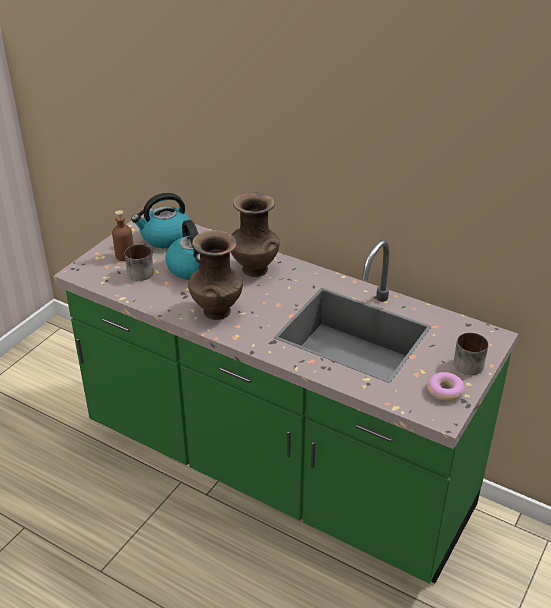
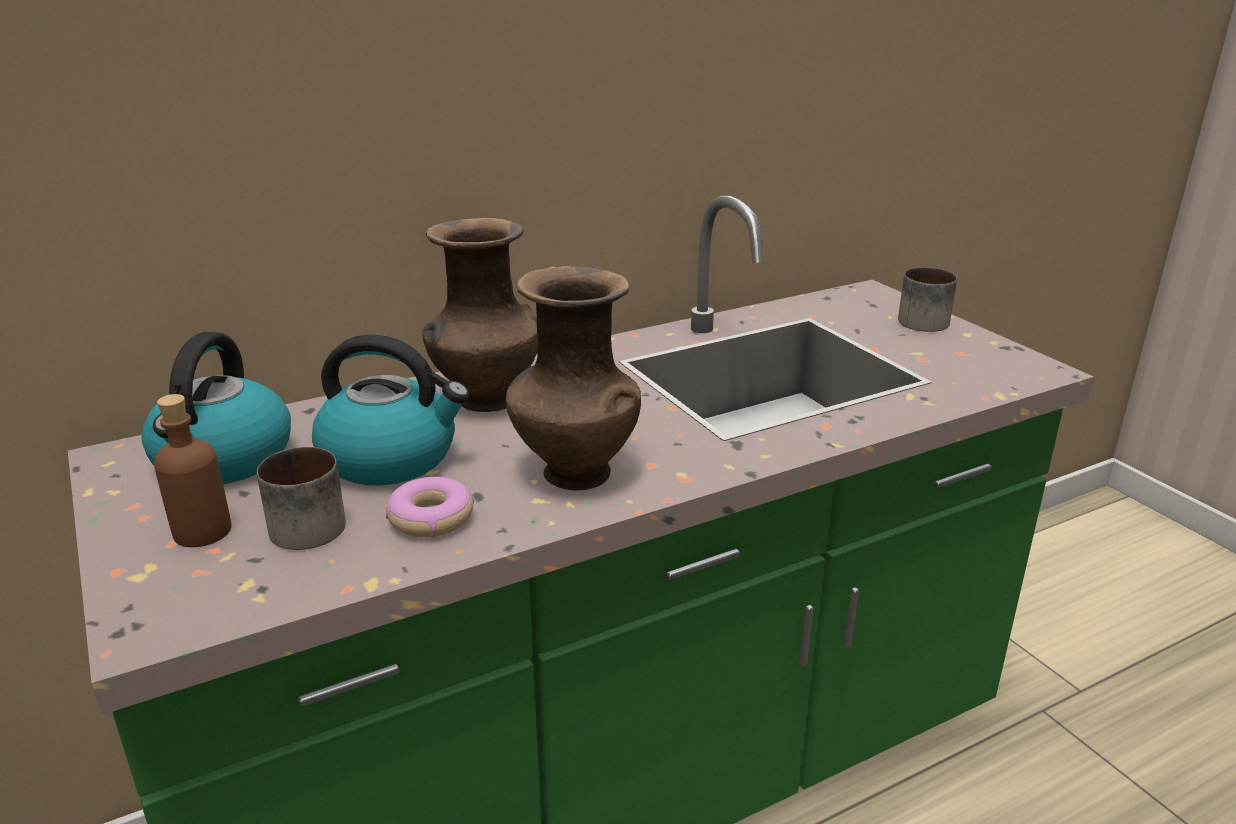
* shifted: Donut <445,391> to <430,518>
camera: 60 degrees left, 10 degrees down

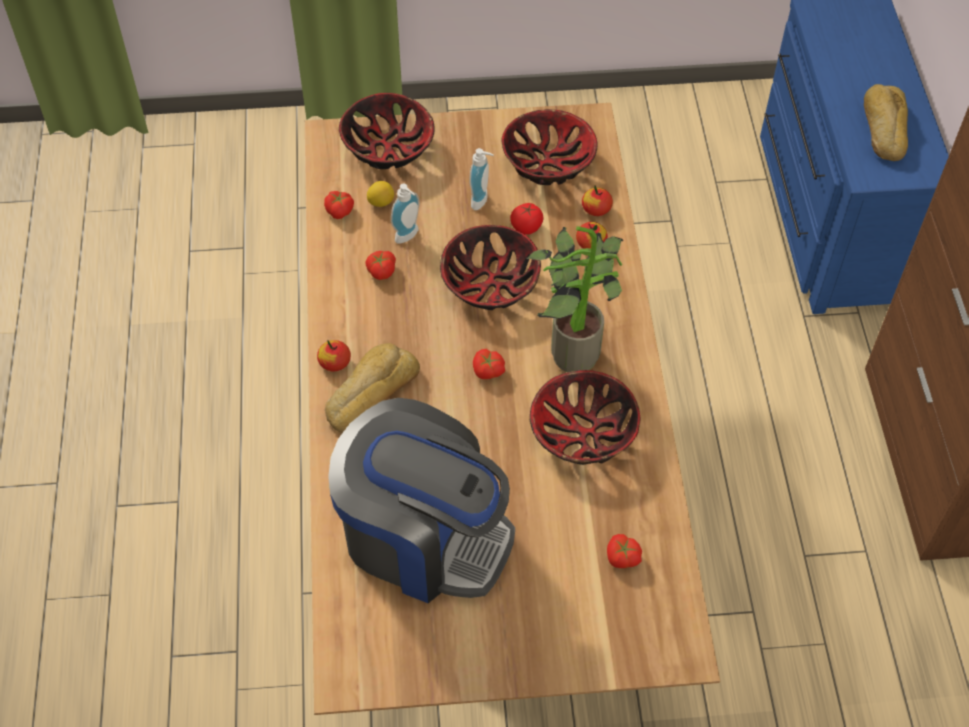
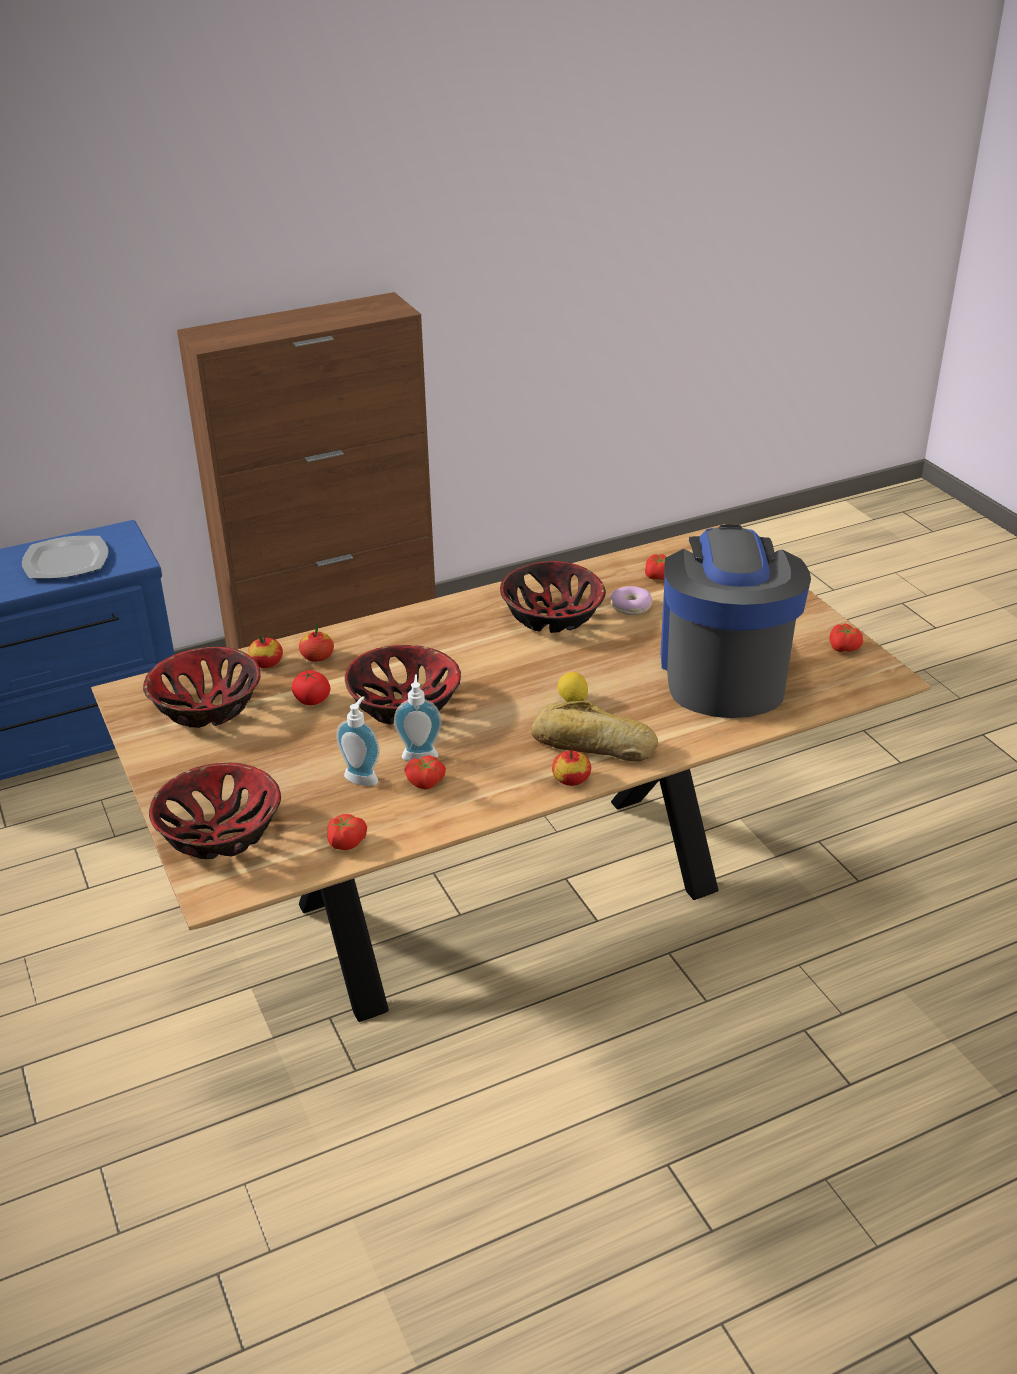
* swapped: Brot <883,128> to Teller <65,561>
* shifted: Seifenspender <482,200> to <420,754>
* shifted: Zitrone <381,202> to <572,700>
* new: Donut <631,607>
* shifted: Tomate <487,371> to <844,648>
* gone: Topfpflanze <573,349>
camera: 110 degrees left, 20 degrees down

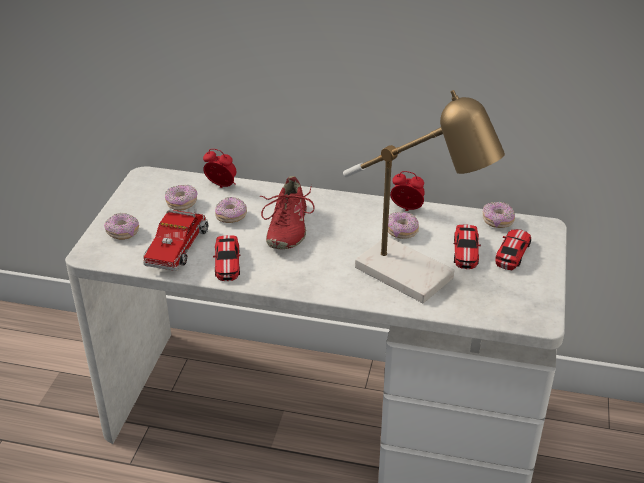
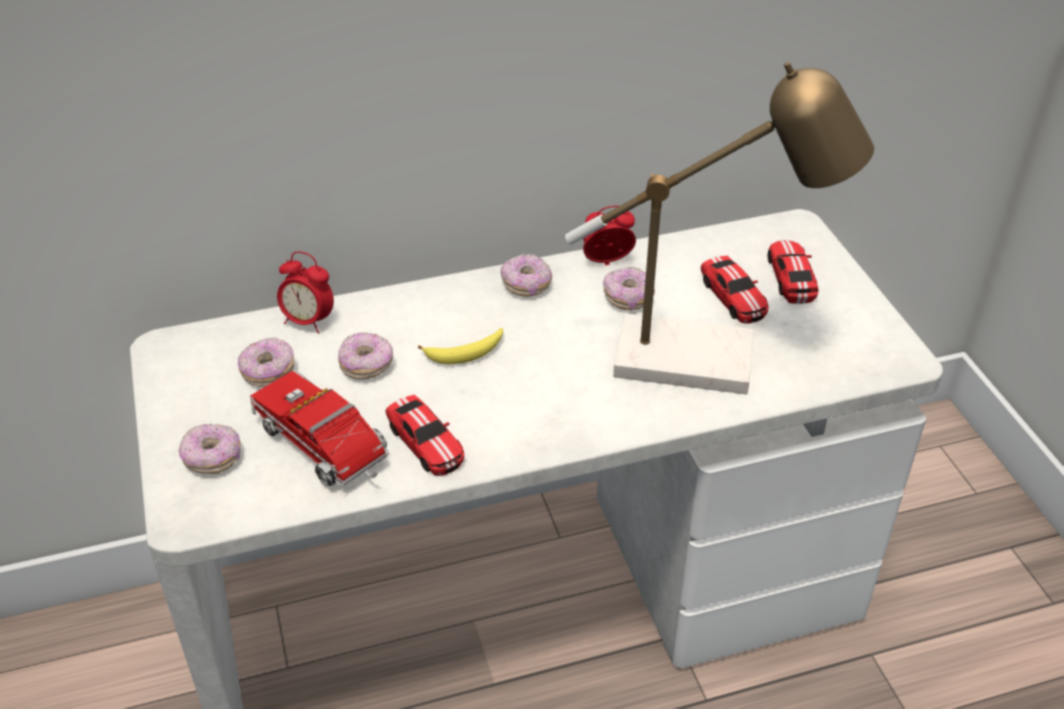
* rotated: Spielzeuglaster <178,247> = <326,447> 150 degrees clockwise
* rotated: Wecker <221,186> = <308,321> 150 degrees counterclockwise
* swapped: Schuh (rot) <286,228> to Banane <465,353>
* shifted: Donut <497,221> to <526,285>
camera: 30 degrees left, 5 degrees up

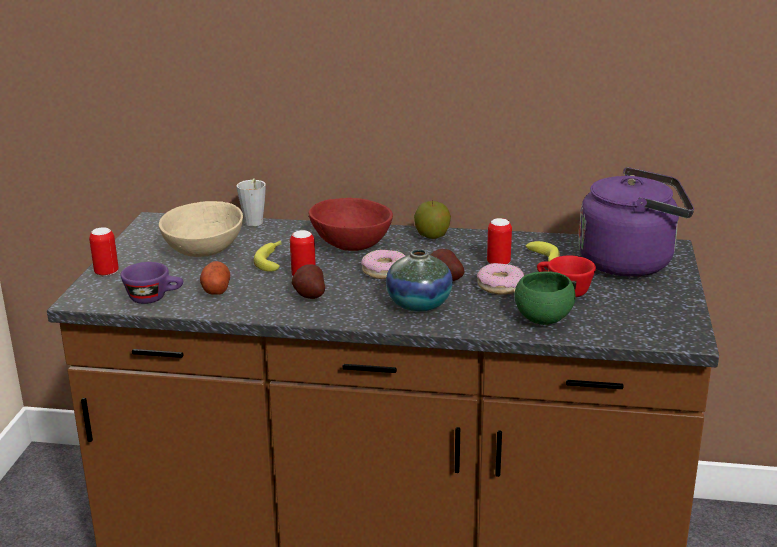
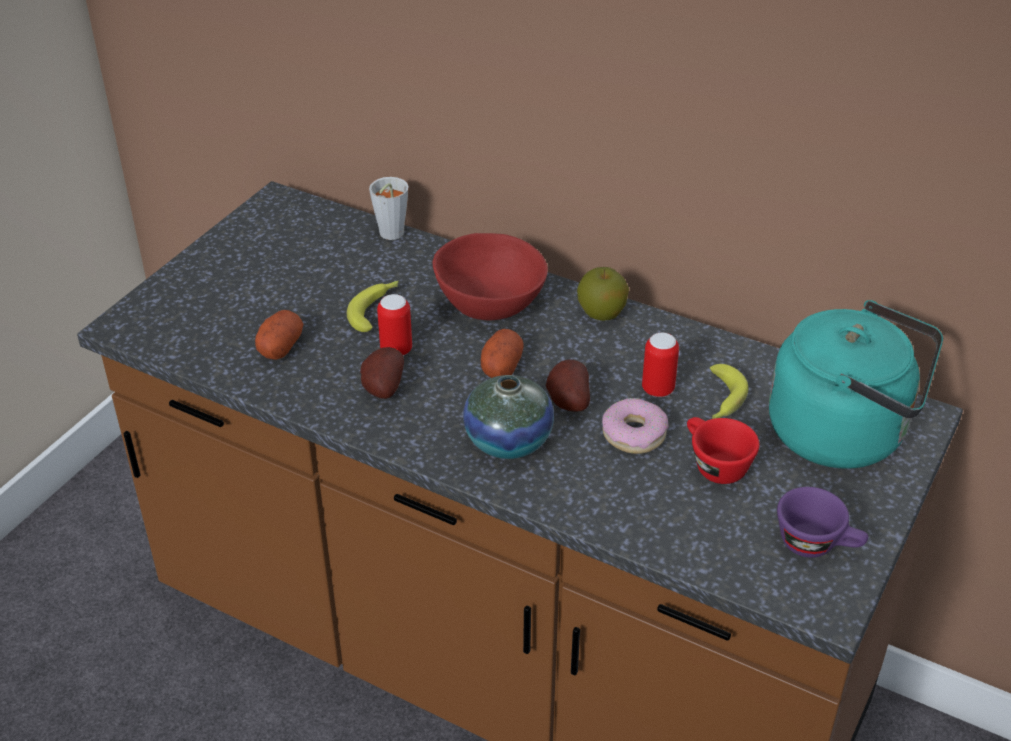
* swapped: Donut <384,271> to Kartoffel <501,366>
* repainted: Wasserkessel (lila) <631,262> to Wasserkessel (türkis) <845,434>
* shifted: Tasse (lila) <154,298> to <817,544>
* gone: Dose <106,273>
* gone: Schüssel (beige) <203,249>
* gone: Schüssel (grün) <543,319>
camera: 20 degrees right, 15 degrees up

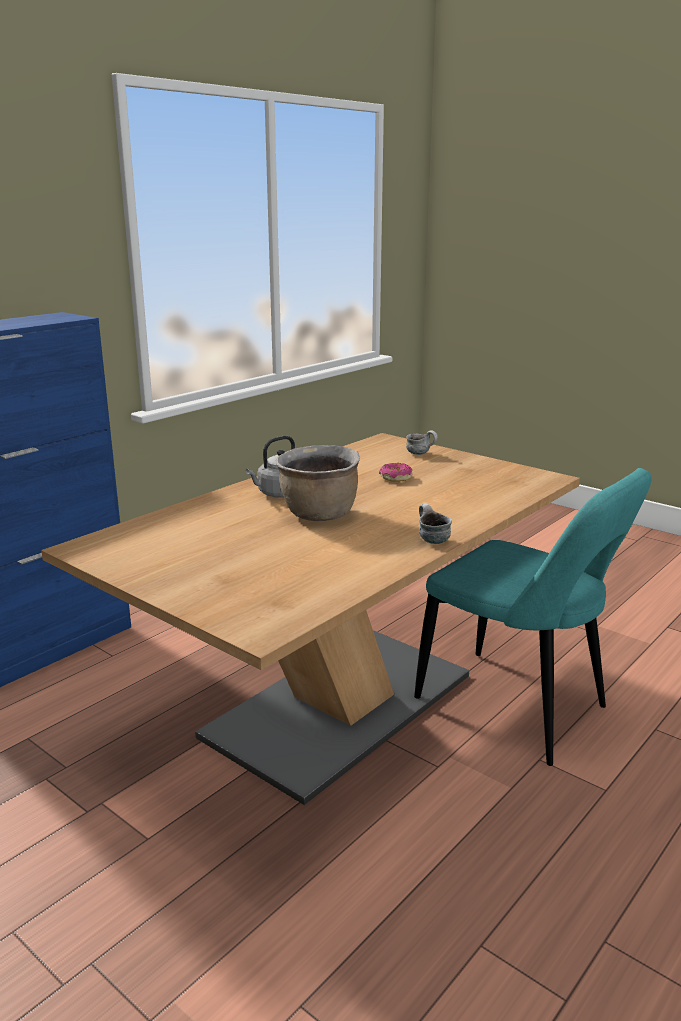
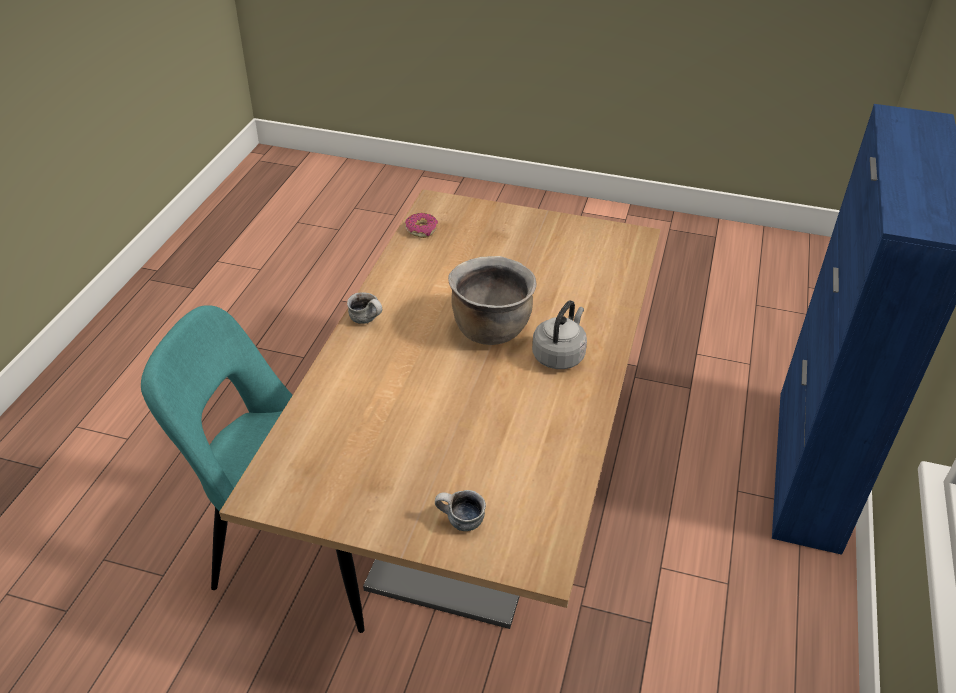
* shifted: Donut <395,478> to <421,230>
camera: 155 degrees right, 20 degrees up

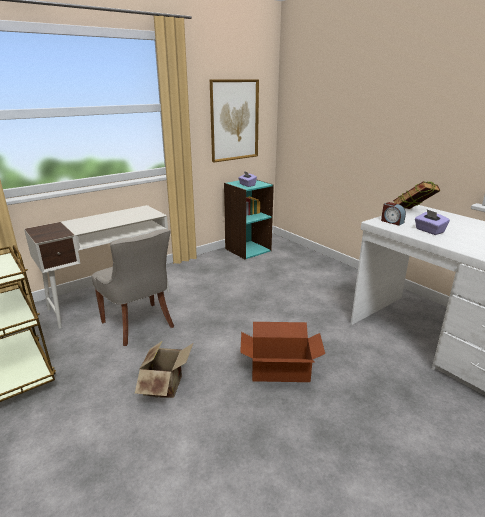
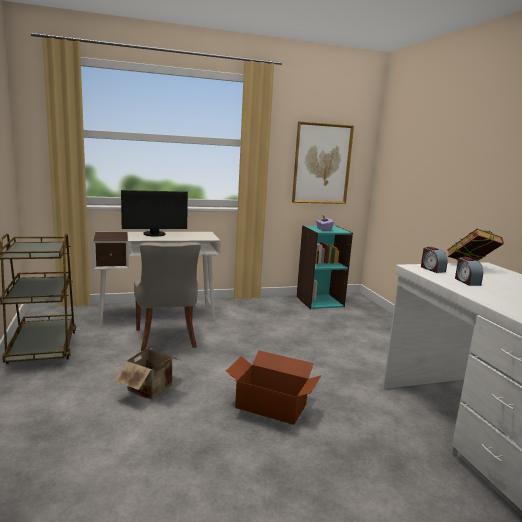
* new: Monitor <154,234>
* swapped: Taschentuchbox (lila) <429,231> to Wecker <466,281>
camera: 20 degrees right, 10 degrees down

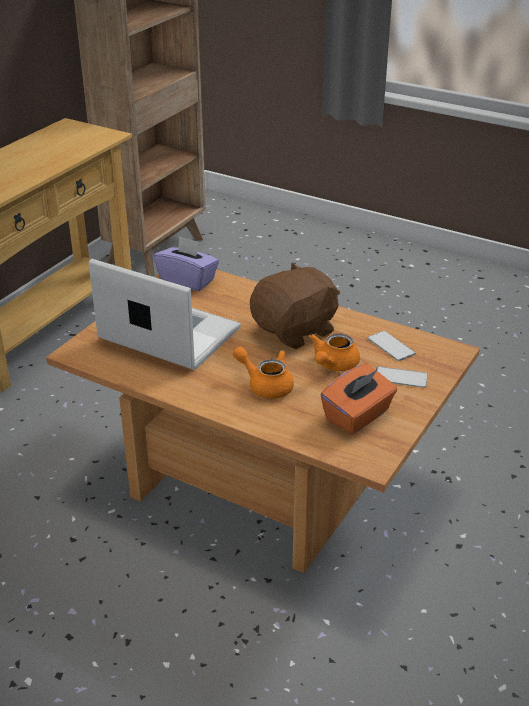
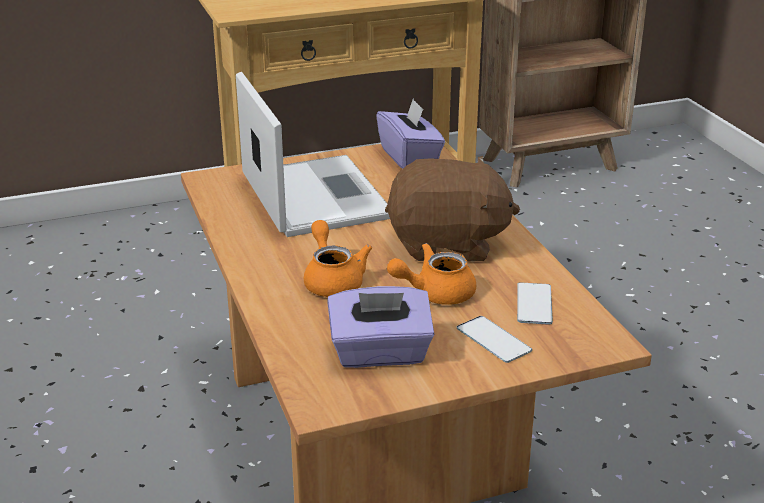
* repainted: Taschentuchbox (orange) <358,416> to Taschentuchbox (lila) <380,353>
camera: 40 degrees right, 5 degrees down

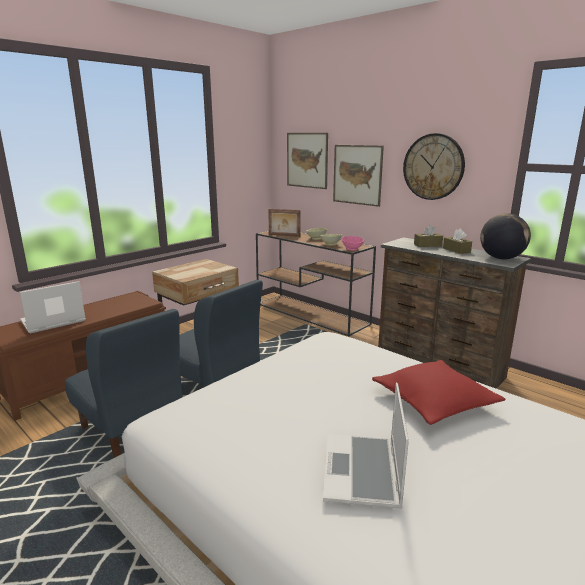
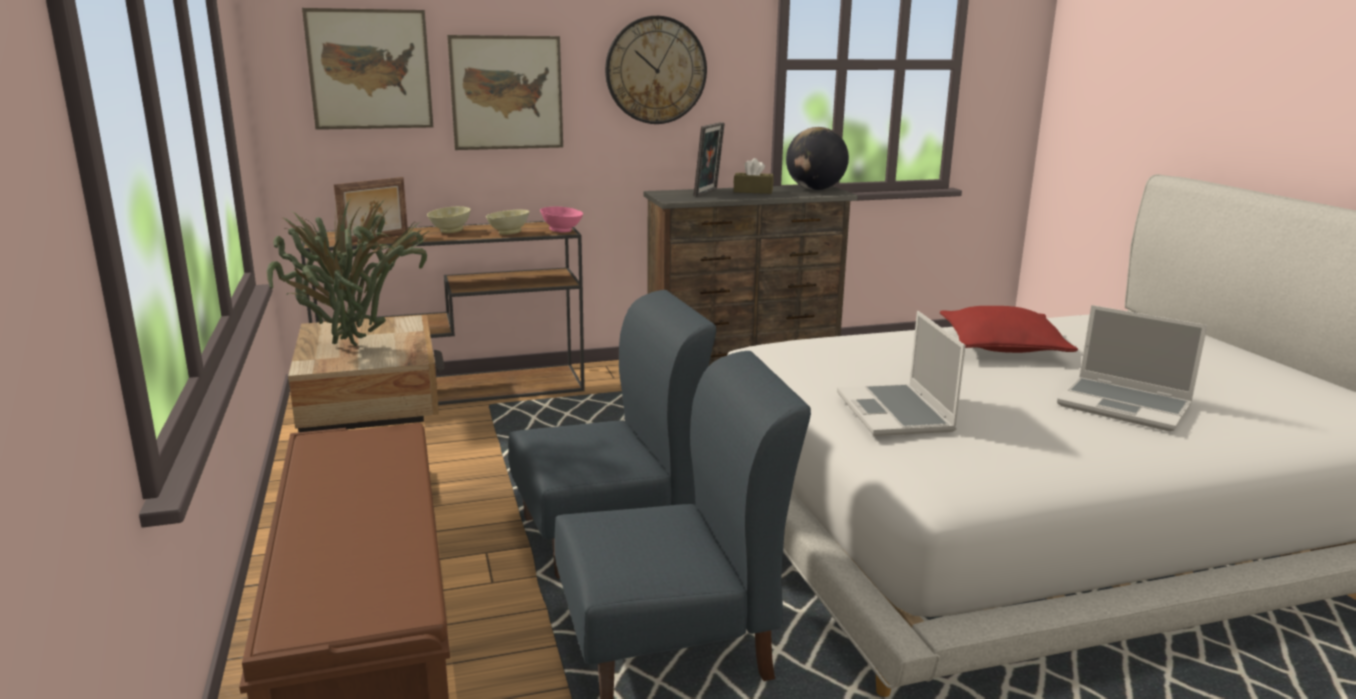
* new: Topfpflanze <354,349>
* swapped: Taschentuchbox (braun) <427,245> to Bilderrahmen <708,193>
* shifted: Laptop <52,322> to <896,413>
camera: 60 degrees left, 0 degrees up

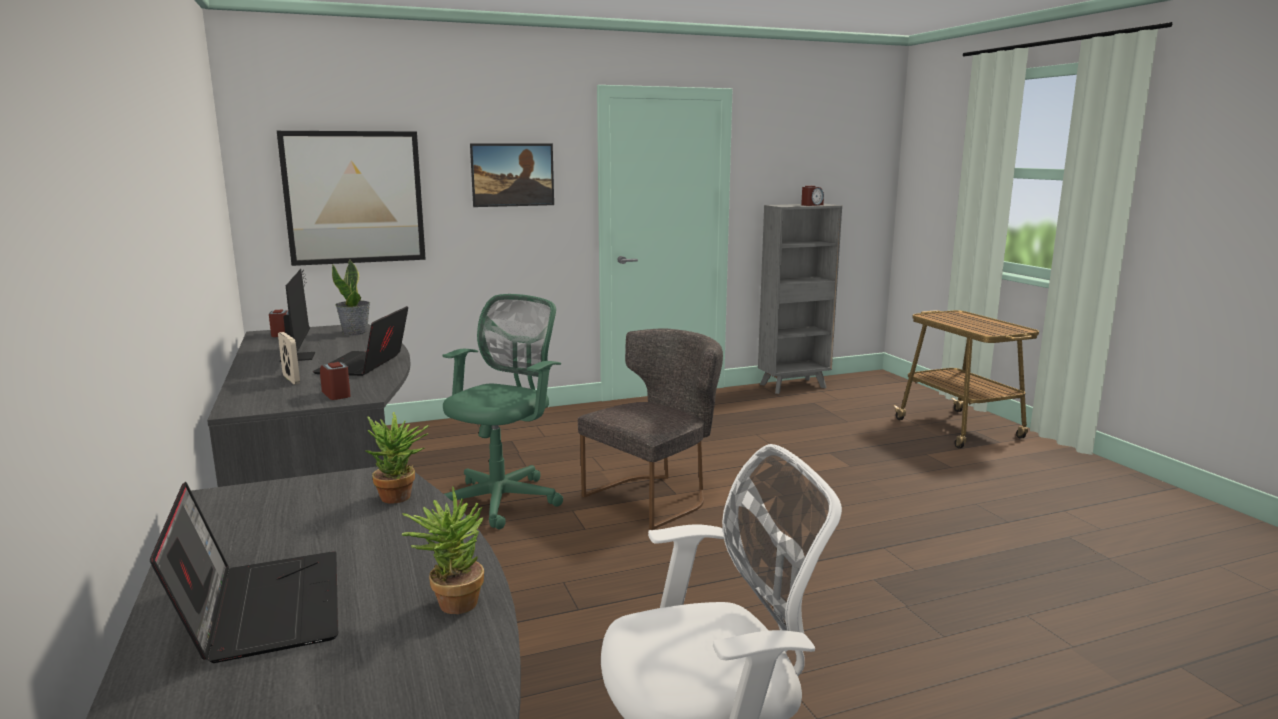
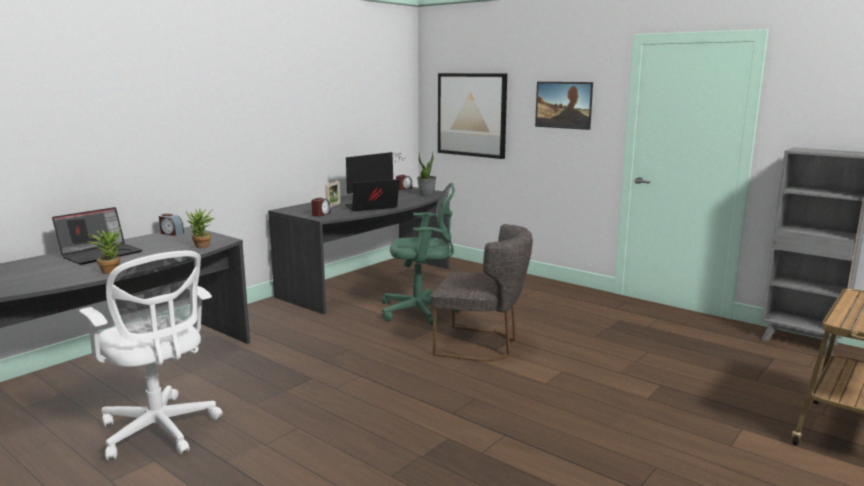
* shifted: Wecker <811,205> to <171,233>
camera: 60 degrees right, 0 degrees up

